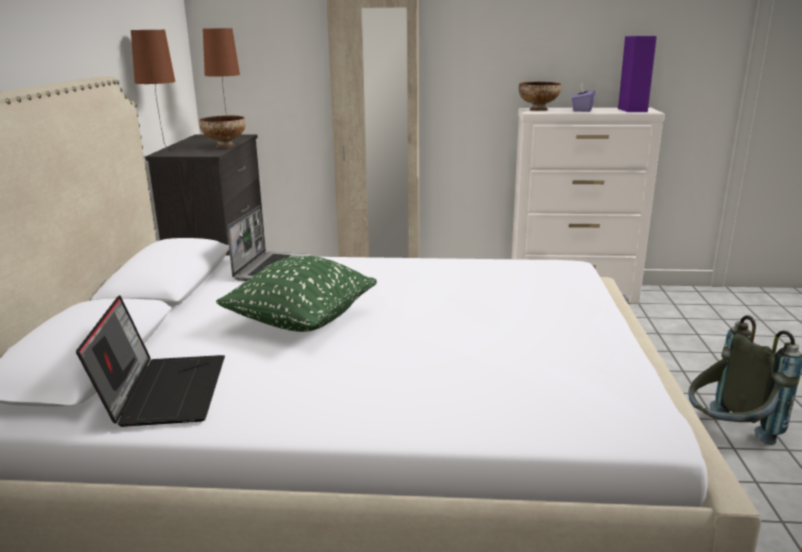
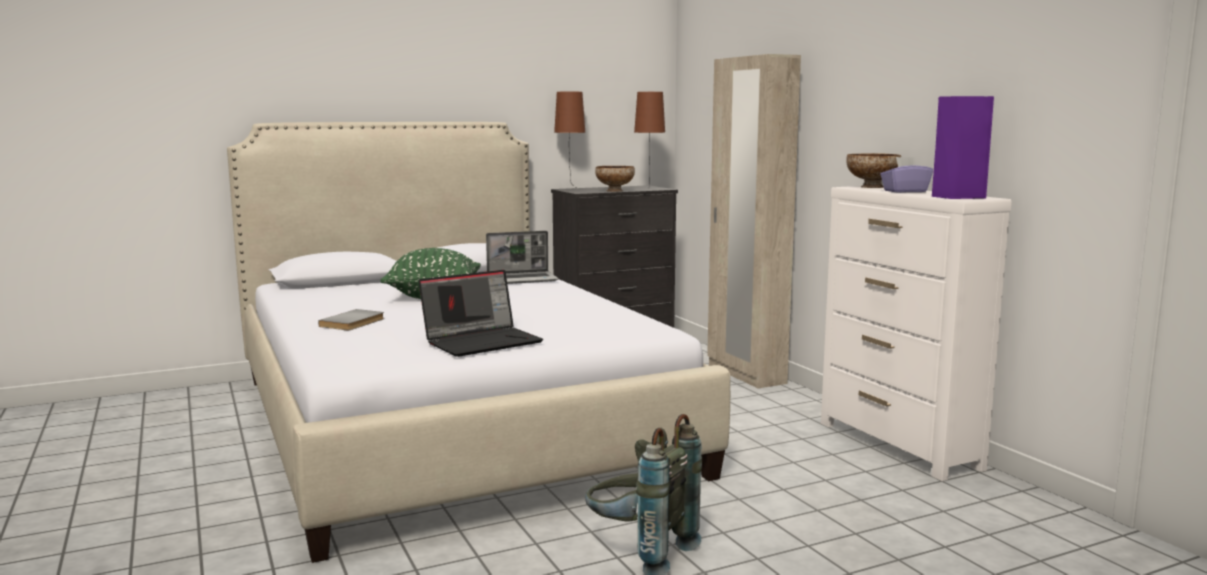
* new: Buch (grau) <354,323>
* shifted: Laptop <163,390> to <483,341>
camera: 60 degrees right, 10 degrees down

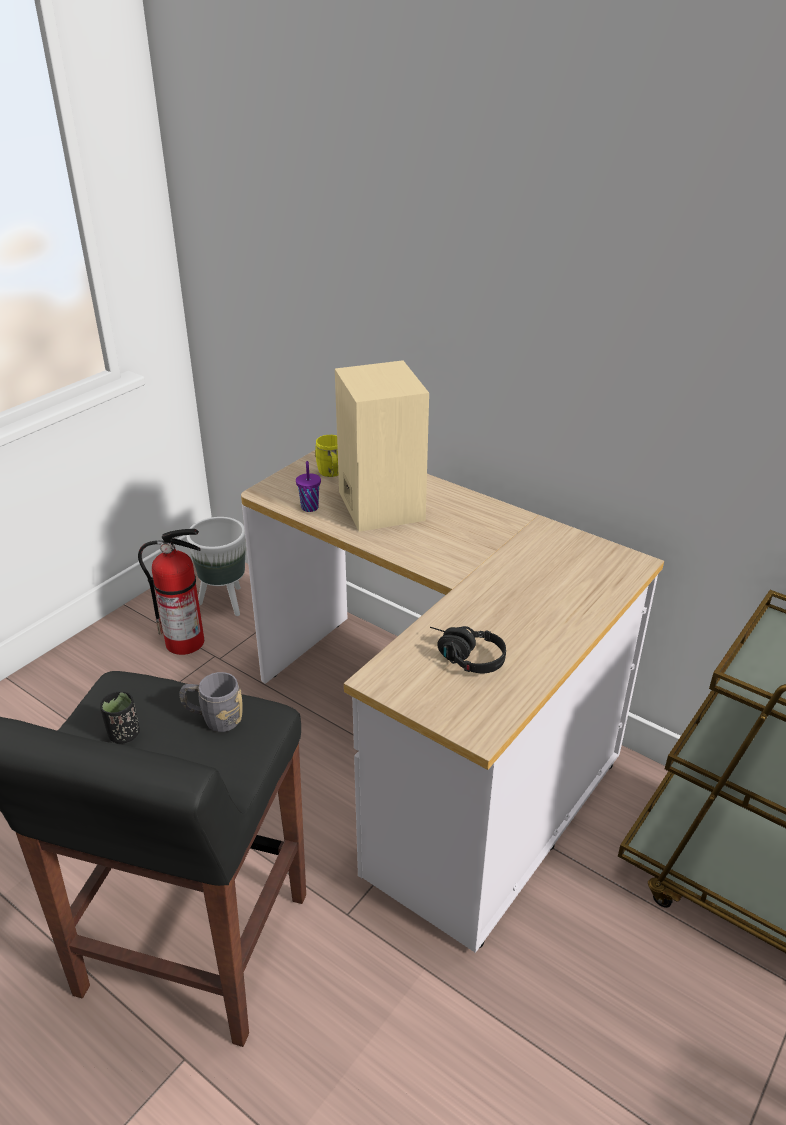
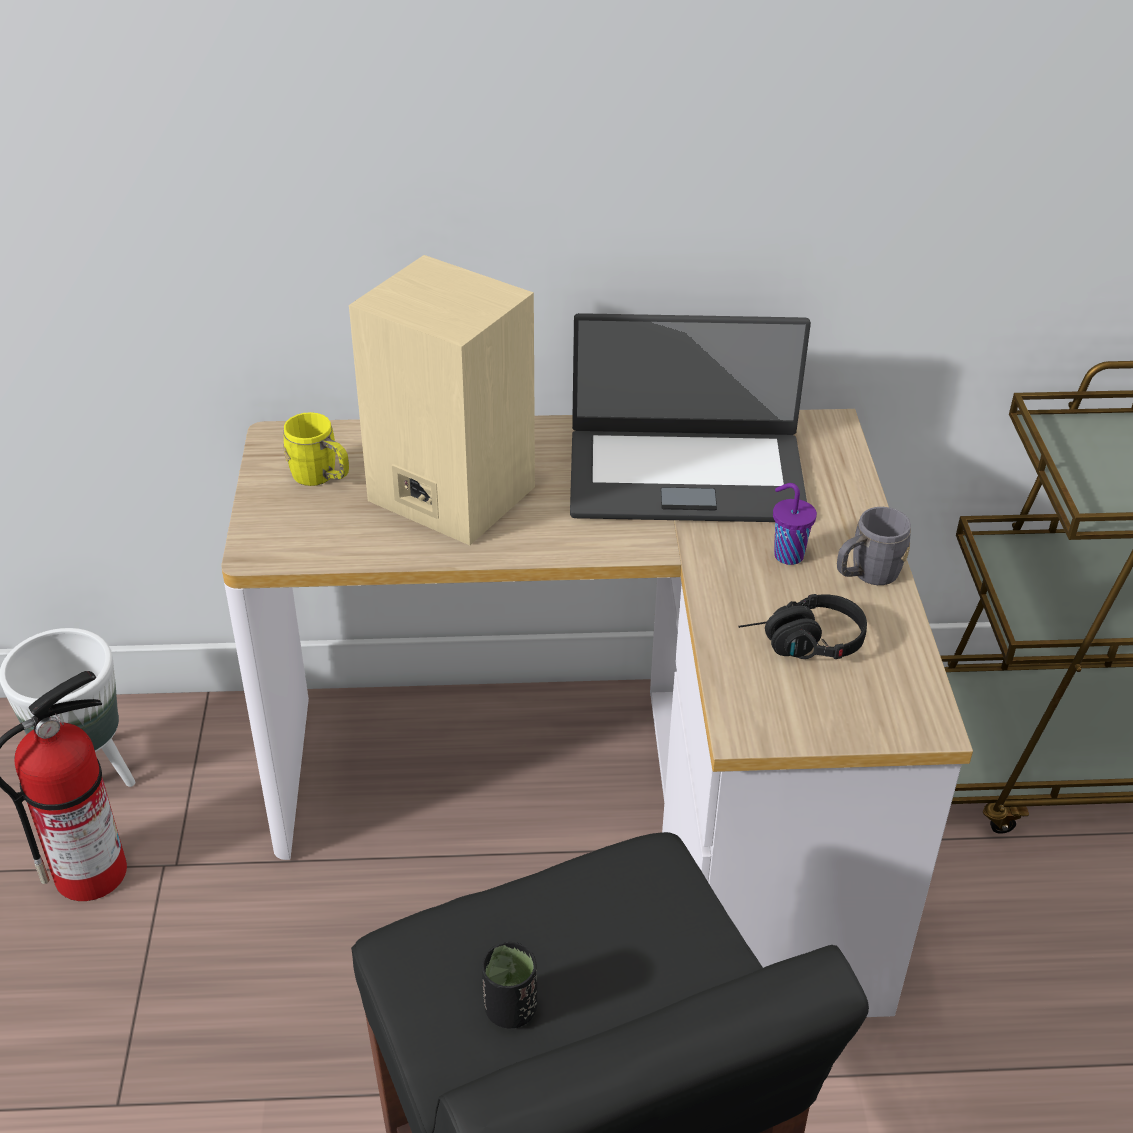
* new: Laptop <685,474>
* shifted: Tasse (lila) <309,507> to <787,555>
* shifted: Henkelbecher (grau) <214,719> to <867,575>
camera: 40 degrees left, 5 degrees up

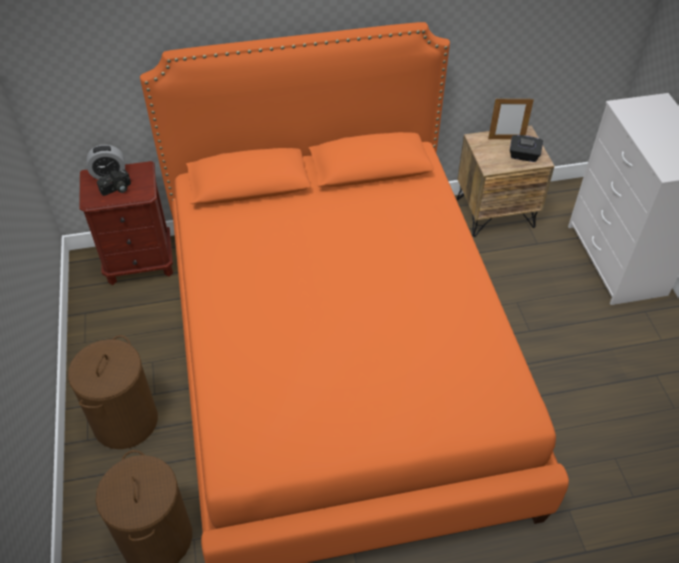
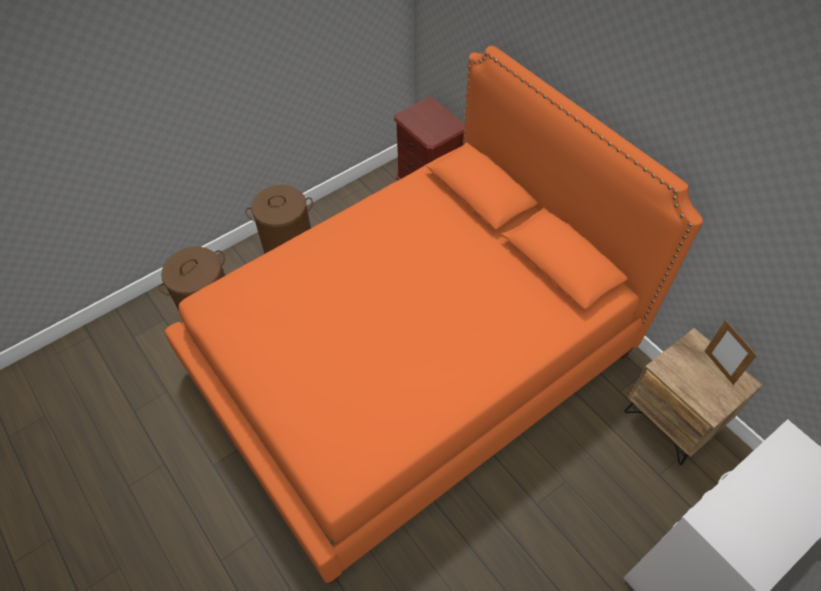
* gone: Wecker <109,173>
* gone: Kamera <116,189>
* gone: Taschentuchbox (schwarz) <523,156>
camera: 65 degrees right, 5 degrees up

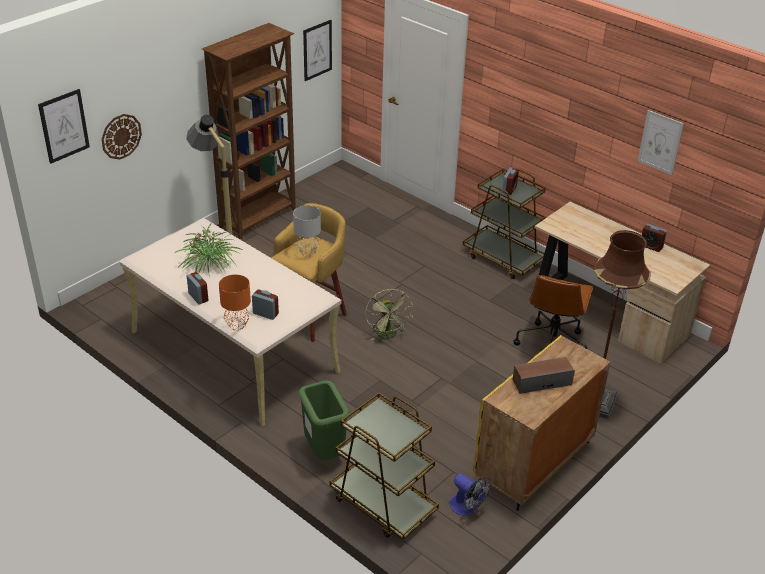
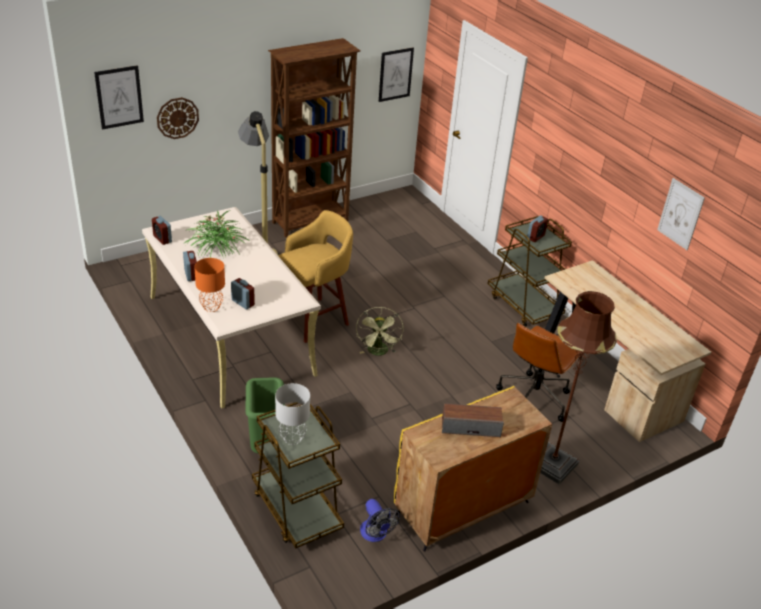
* shifted: Wecker <651,246> to <162,239>
* shifted: Tischlampe (grau) <308,252> to <293,438>
camera: 15 degrees right, 0 degrees up

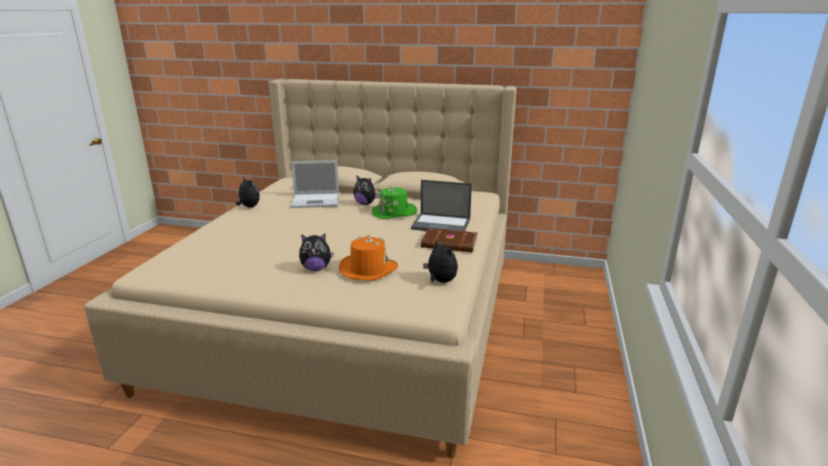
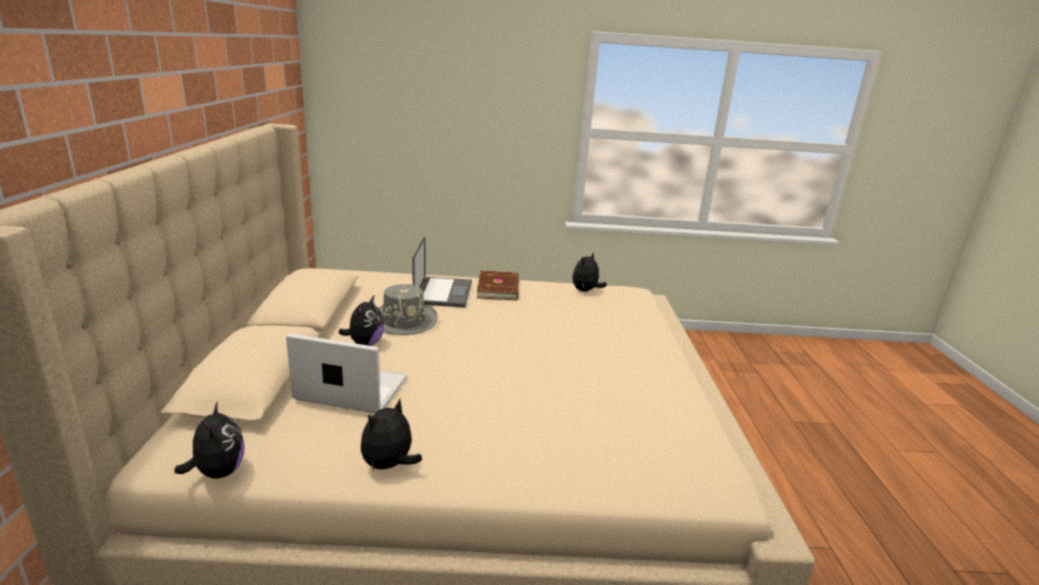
* shifted: Plüschtier <316,268> to <218,472>
* rotated: Laptop <316,201> = <349,389> 60 degrees counterclockwise
* repainted: Hut (grün) <394,212> to Hut (grau) <404,320>
* gone: Hut (orange) <368,269>
camera: 105 degrees left, 0 degrees up

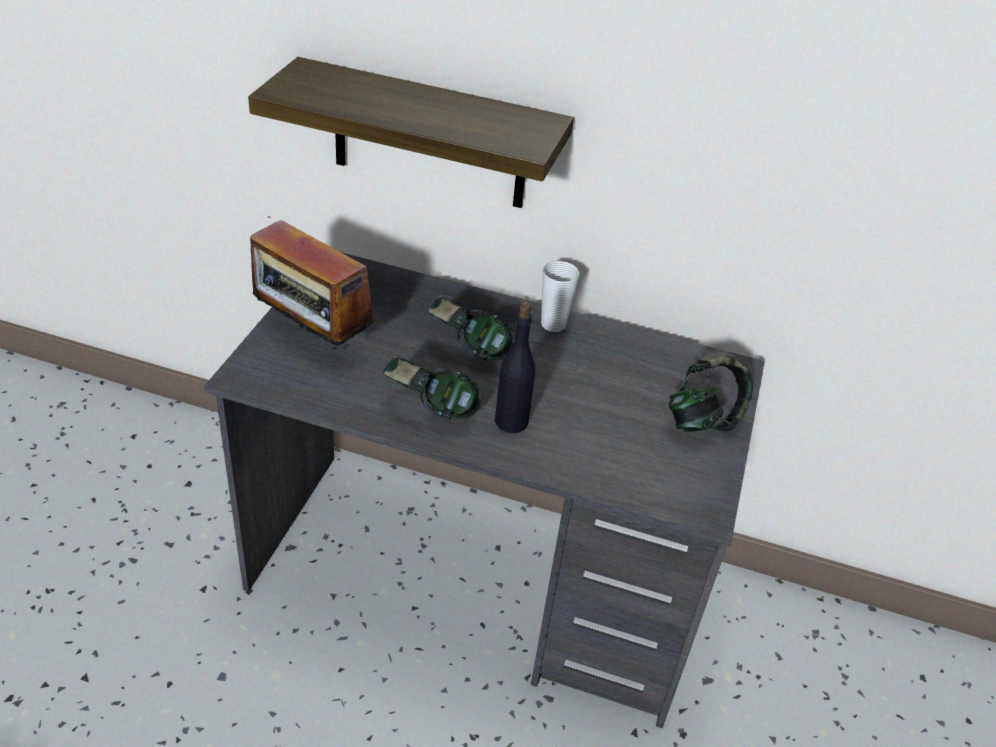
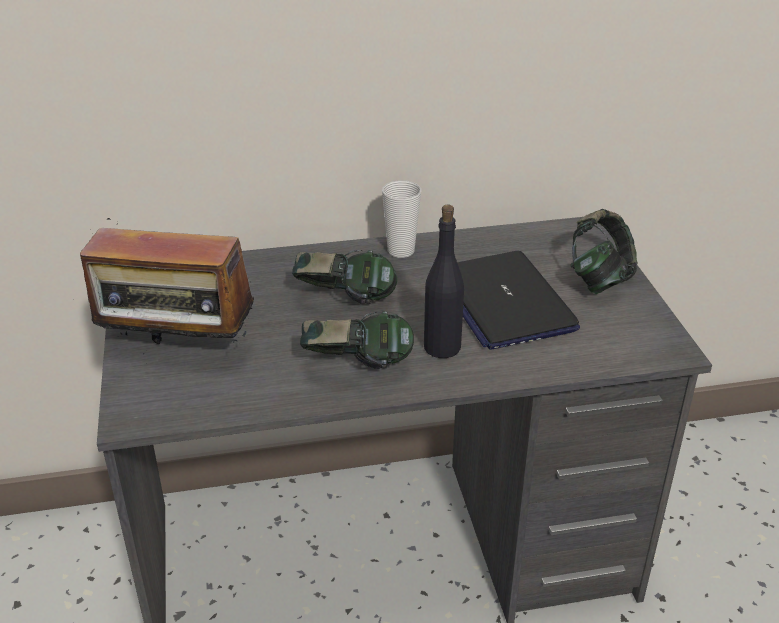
* new: Laptop <503,301>
* gone: Wandregal <430,136>
camera: 25 degrees left, 5 degrees down

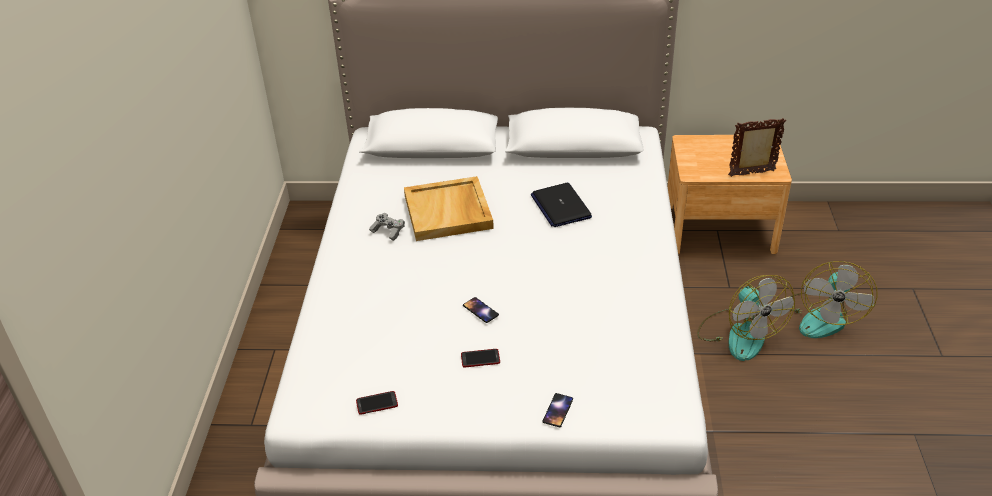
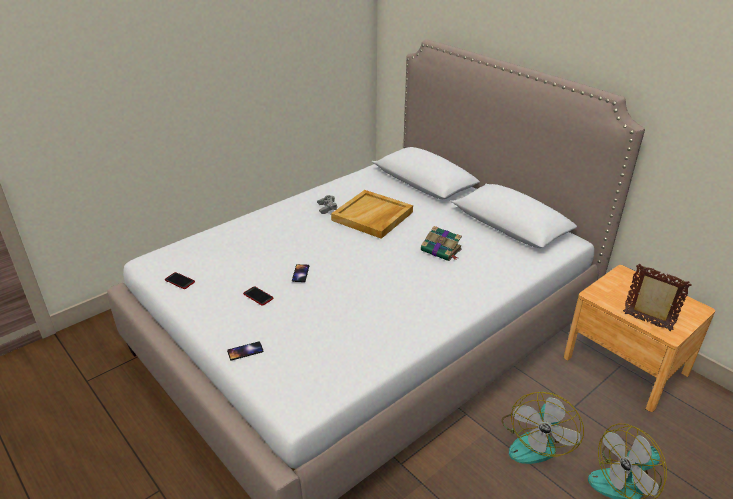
* swapped: Laptop <560,206> to Buch <441,250>
camera: 45 degrees right, 5 degrees down

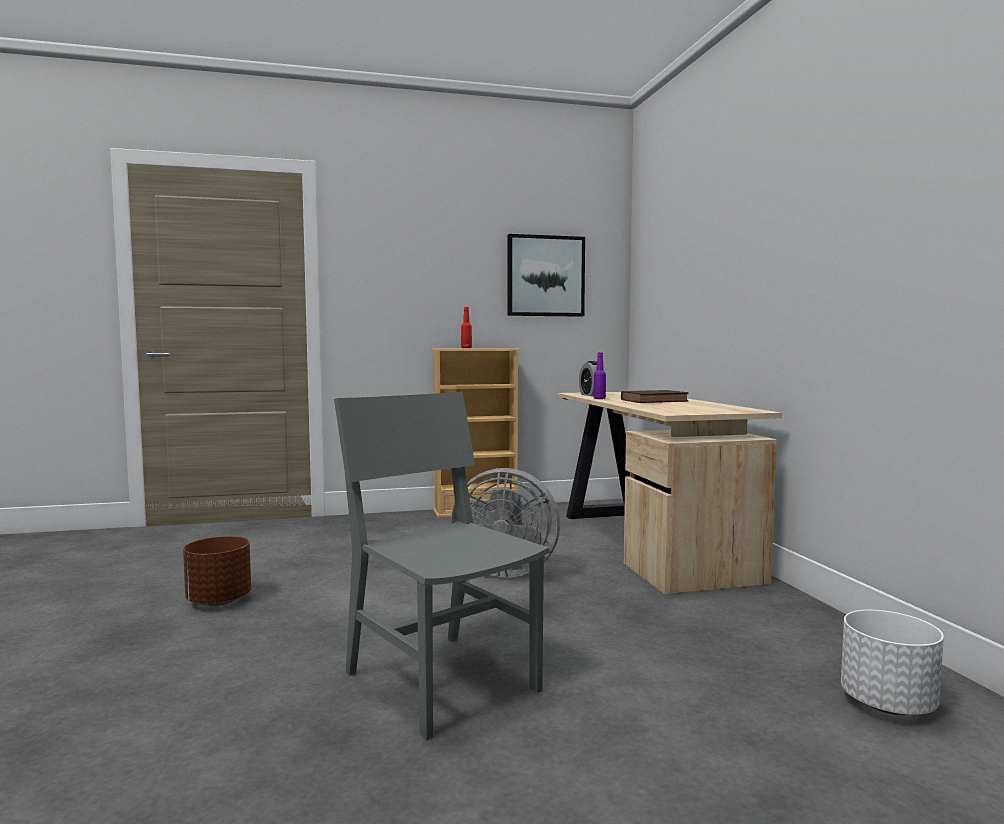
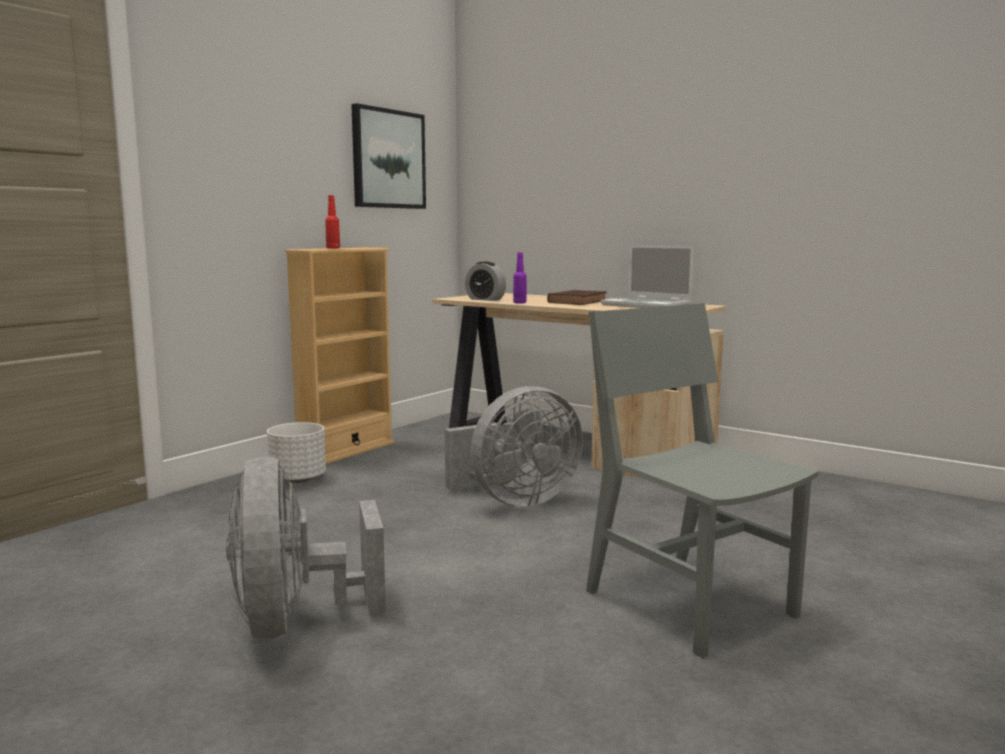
* swapped: Pflanzkübel (braun) <219,601> to Ventilator (grau) <295,622>
* shifted: Pflanzkübel (weiß) <887,704> to <298,479>
* rotated: Stuhl (grau) <441,681> = <689,603> 45 degrees clockwise
* new: Laptop <647,305>
camera: 40 degrees left, 5 degrees up

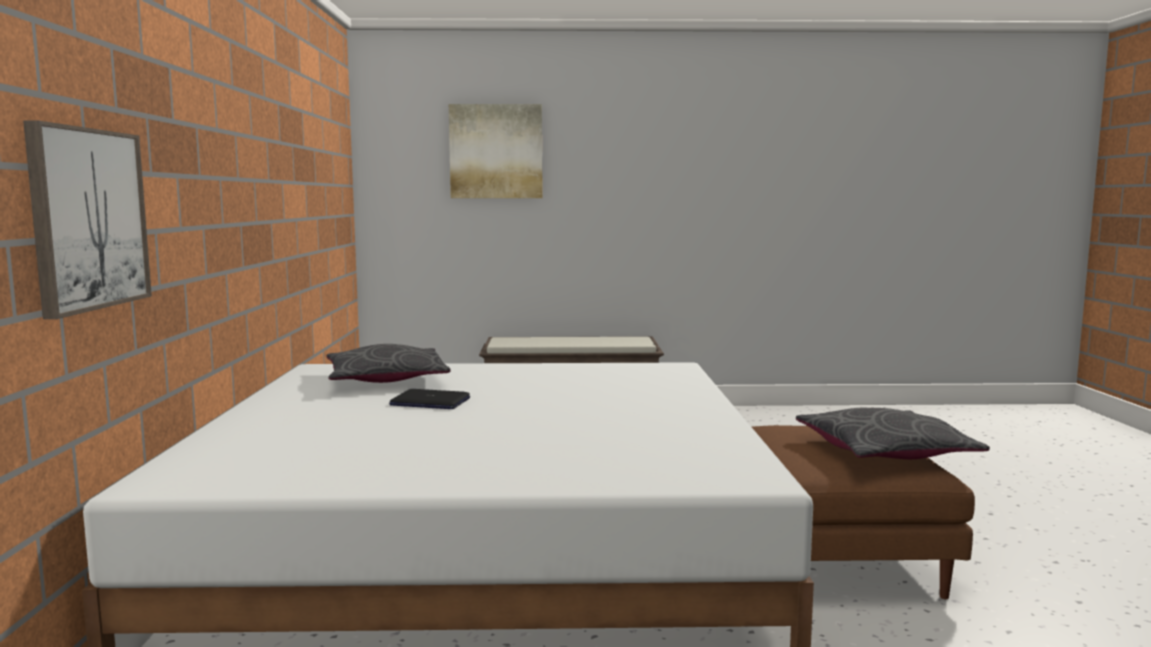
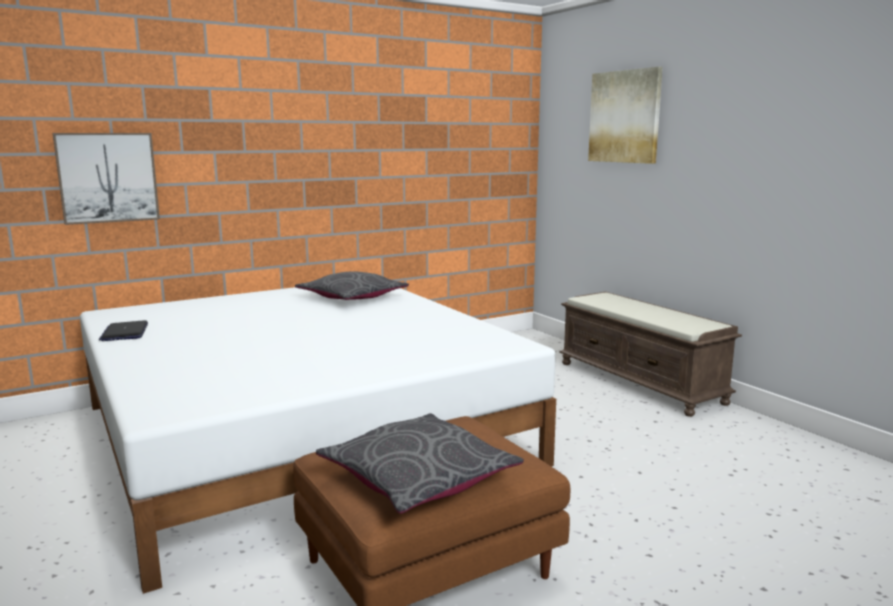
* shifted: Laptop <429,402> to <125,332>
camera: 60 degrees right, 5 degrees up

